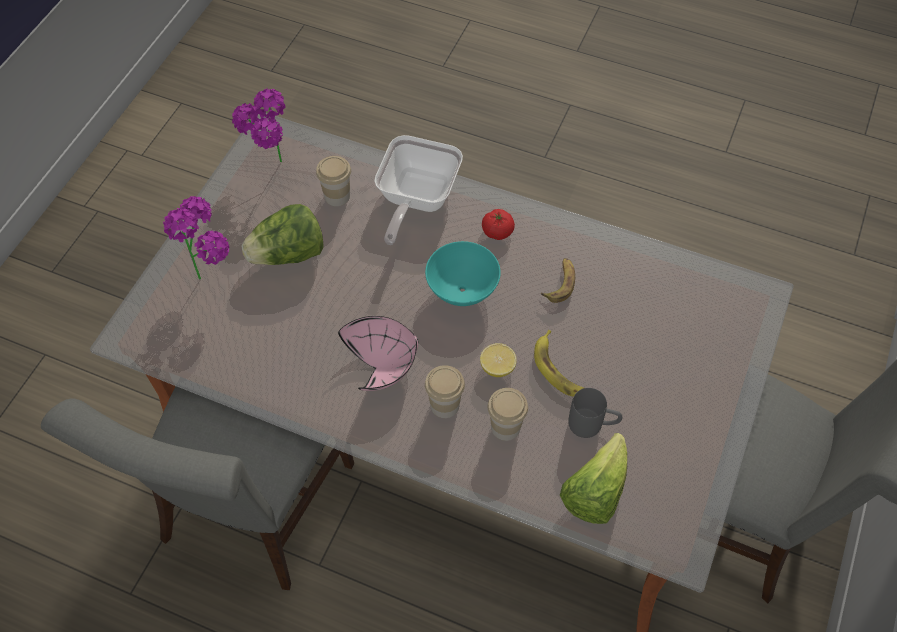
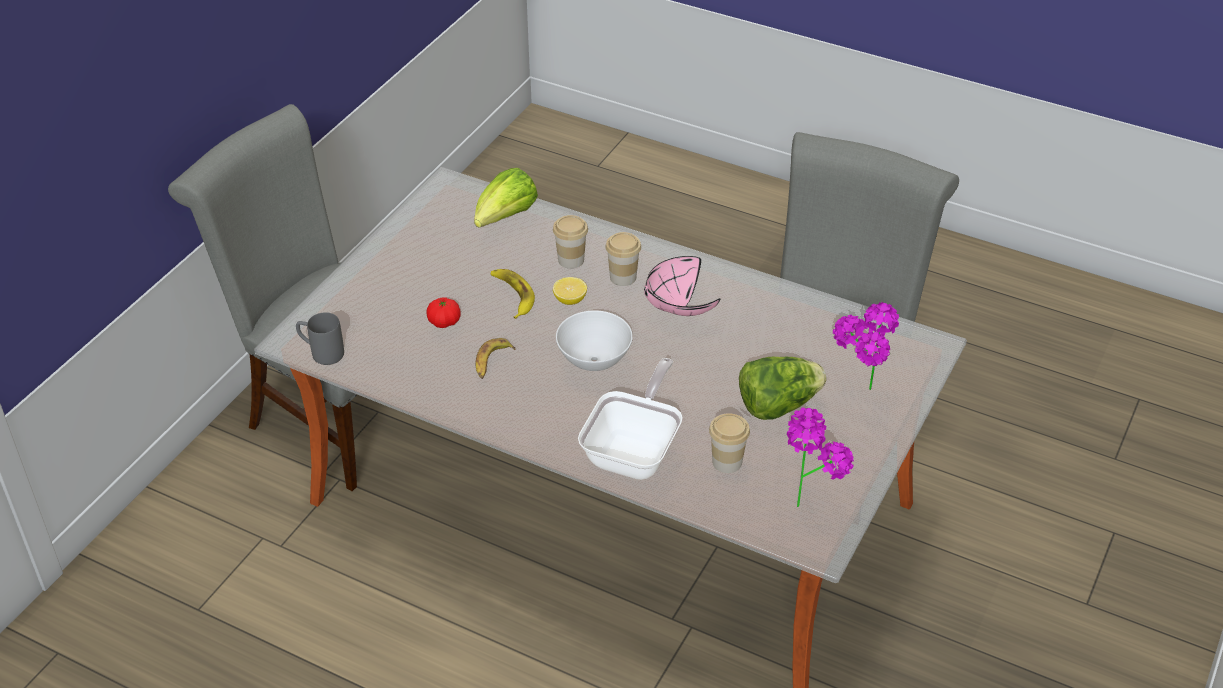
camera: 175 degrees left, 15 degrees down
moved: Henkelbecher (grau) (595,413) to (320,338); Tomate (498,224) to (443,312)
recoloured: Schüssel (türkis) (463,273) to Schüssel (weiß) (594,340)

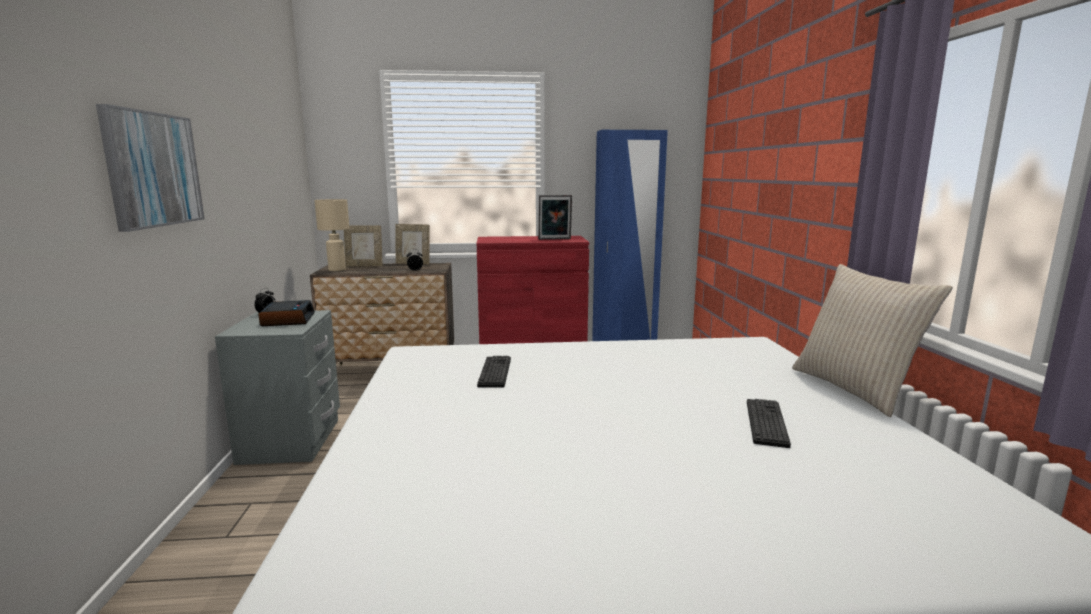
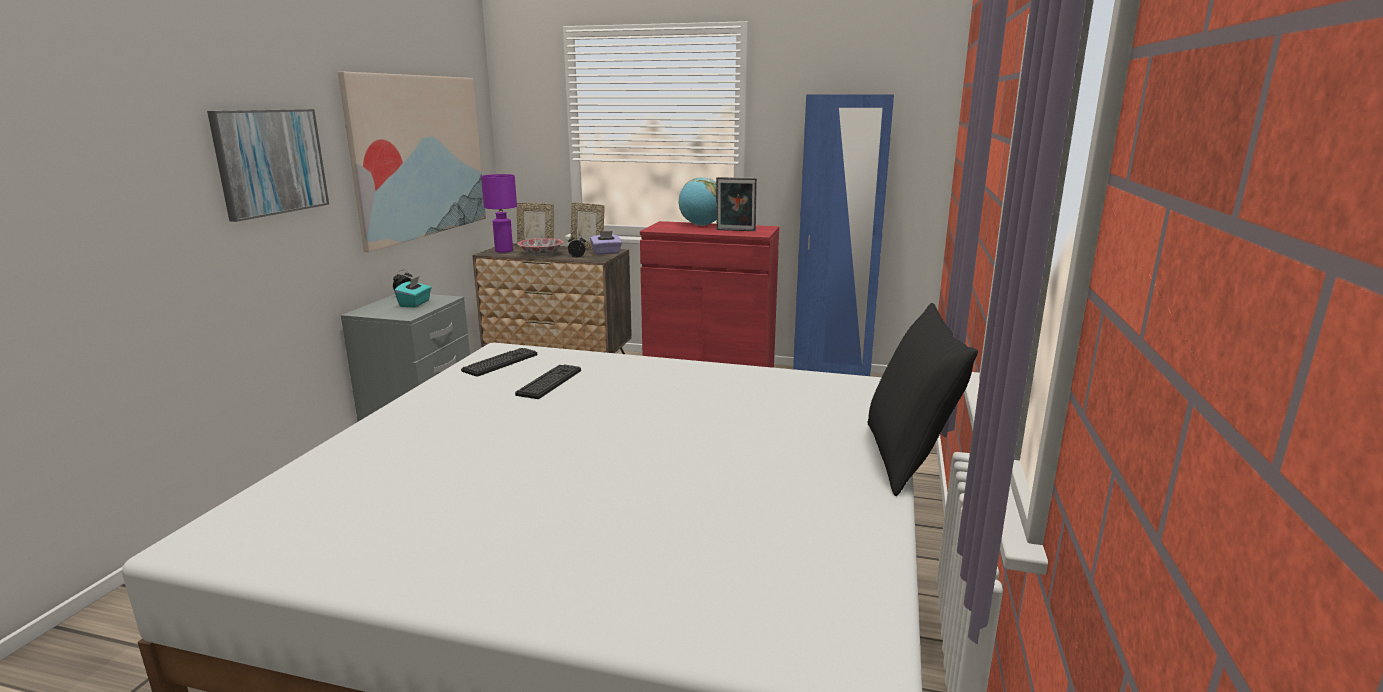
camera: 20 degrees right, 5 degrees up
added: Bild (412,162); Schüssel (540,246); Taschentuchbox (lila) (606,243); Globus (697,201)
moved: Tastatur (769,423) to (499,362)
replaced: Wecker (286,313) to Taschentuchbox (türkis) (412,291)
recoloured: Tischlampe (beige) (331,235) to Tischlampe (lila) (499,213); Kissen (beige) (872,340) to Kissen (schwarz) (922,399)

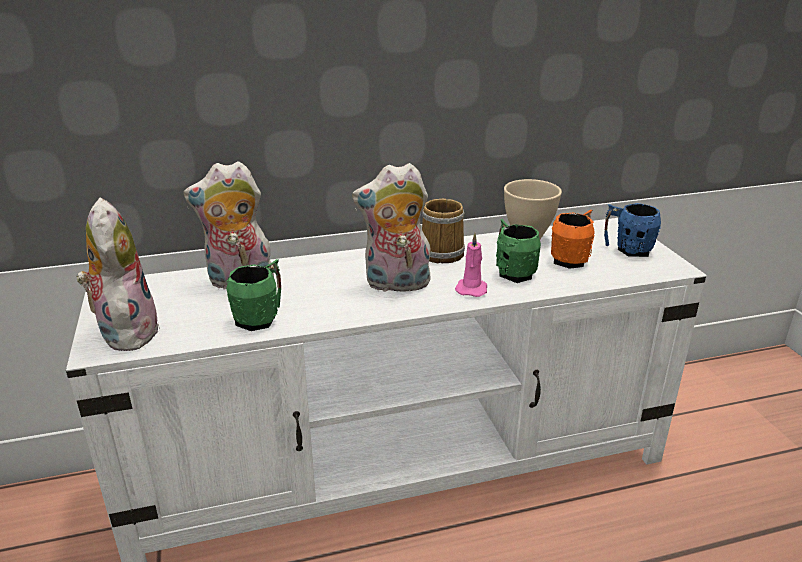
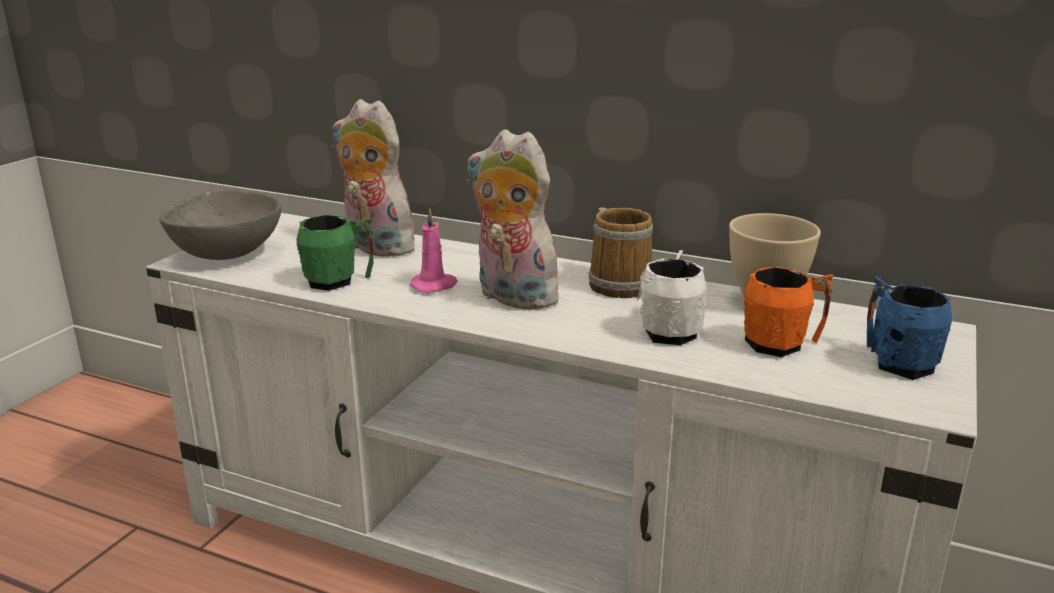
camera: 40 degrees right, 5 degrees down
moved: Kerze (rosa) (471,265) to (434,251)
replaced: Plüschtier (118,274) to Schüssel (grau) (220,225)
recoloured: Henkelbecher (grün) (518,251) to Henkelbecher (weiß) (672,297)

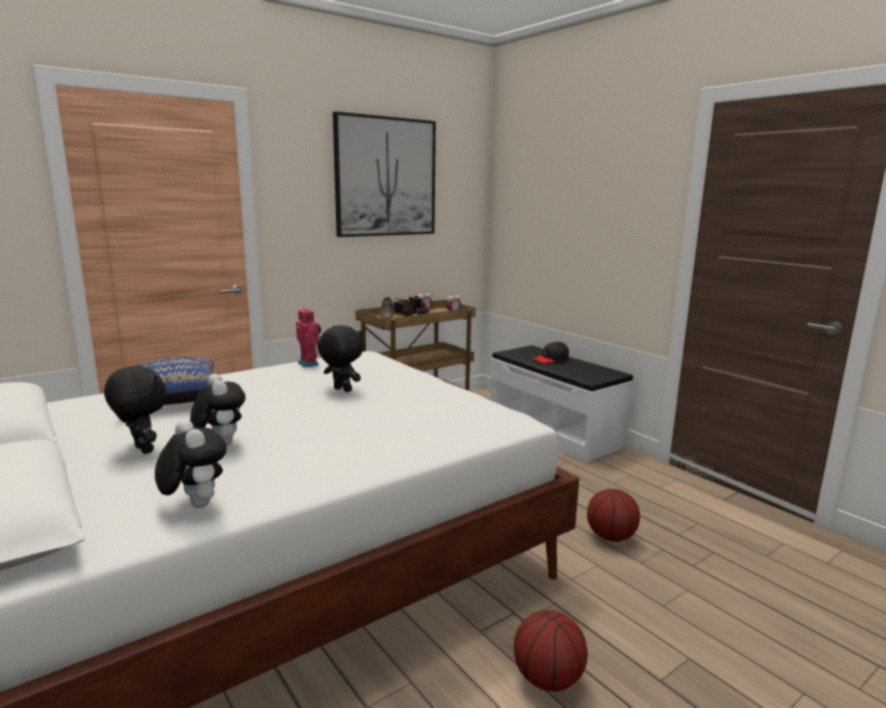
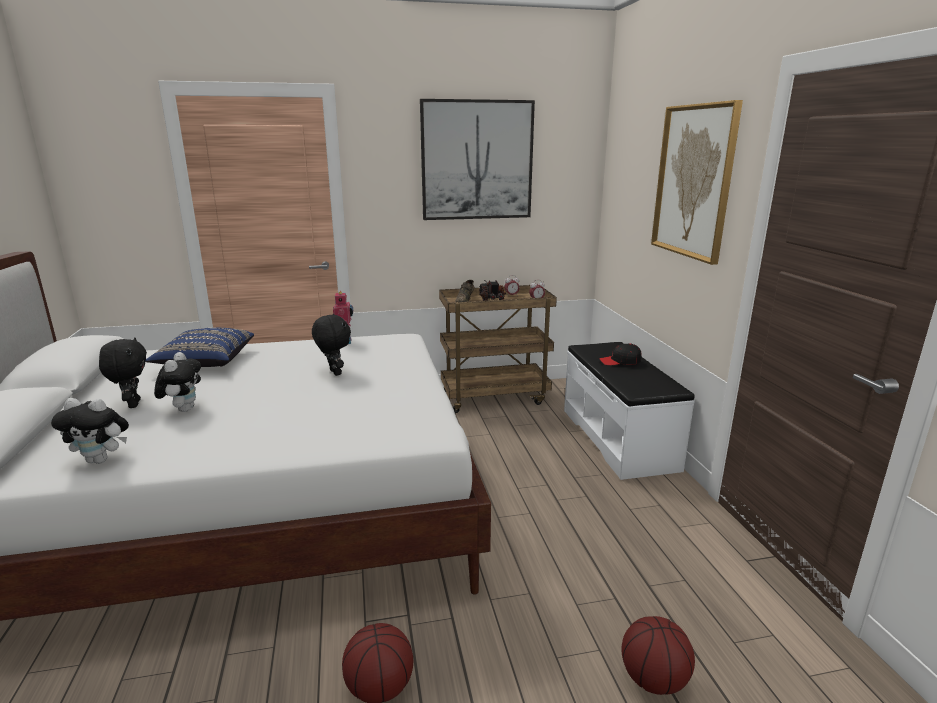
camera: 25 degrees right, 5 degrees up
added: Bild (697,182)
moved: Basketball (613,515) to (658,655)
turned: Plüschtier (191,463) = (90,431) 105 degrees clockwise

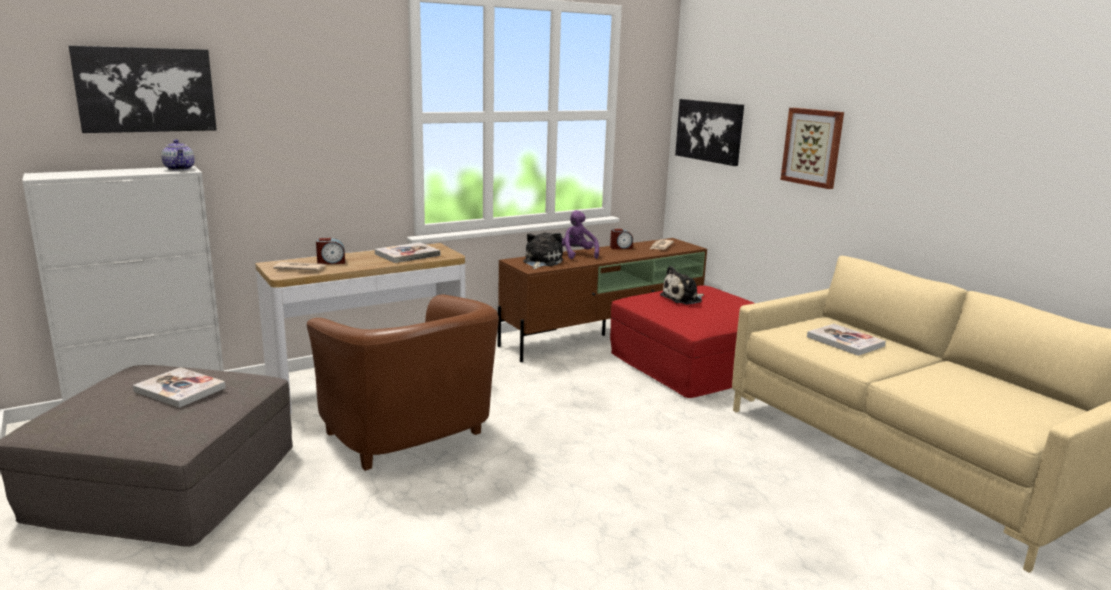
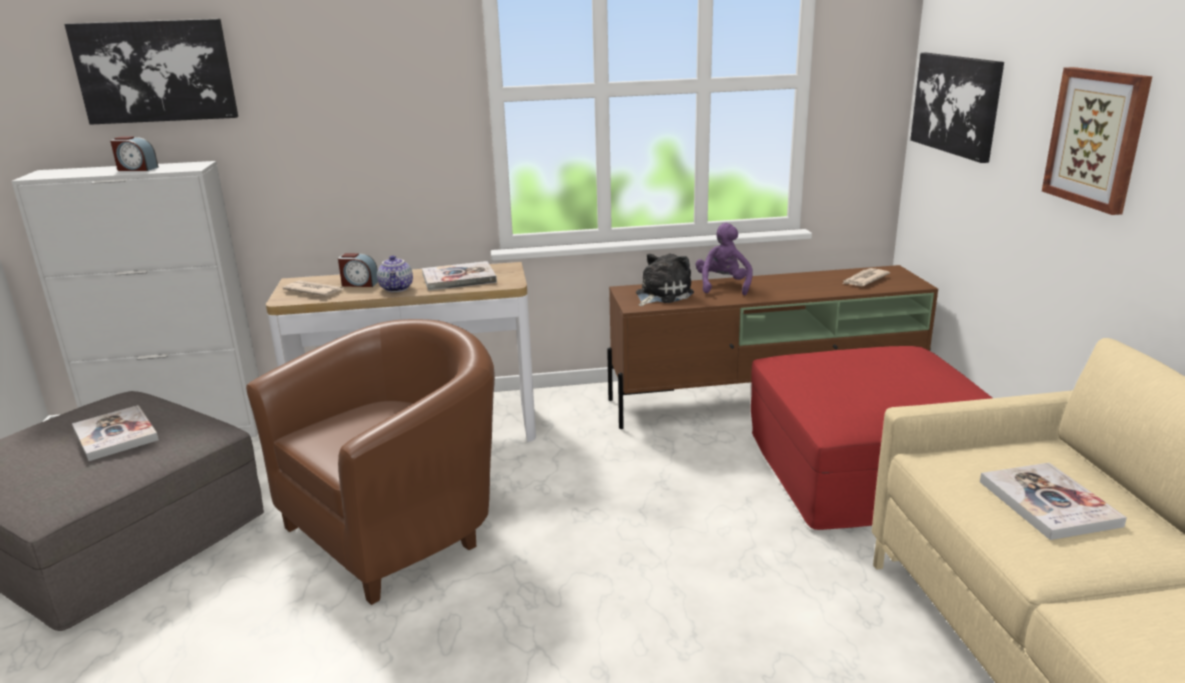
camera: 25 degrees right, 5 degrees up
removed: Plüschtier (682,285)
moved: Wecker (621,239) to (134,154); Teekanne (178,155) to (395,273)
turned: Sessel (braun) (403,383) = (370,462) 120 degrees counterclockwise

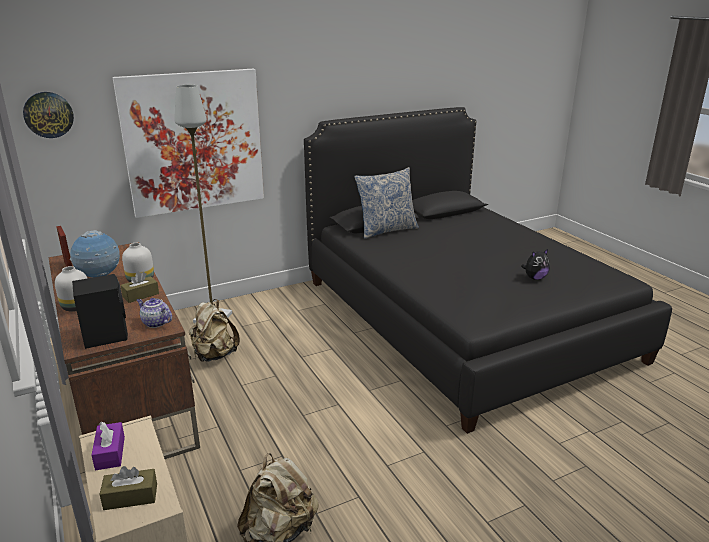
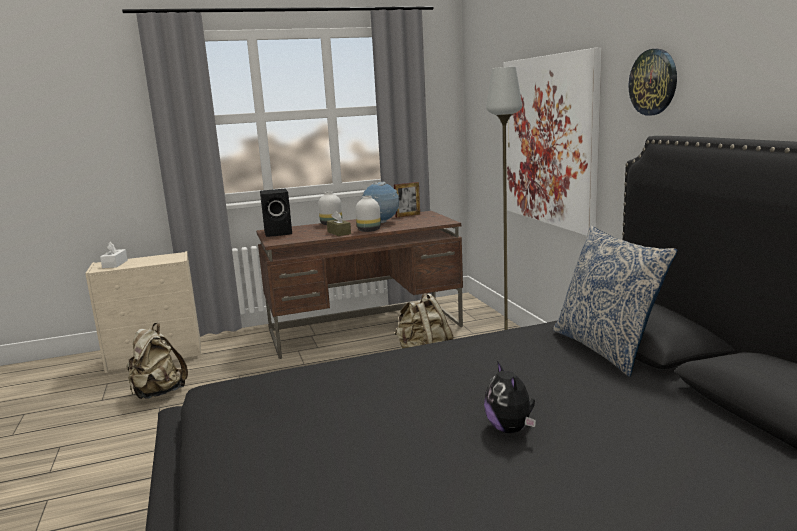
camera: 100 degrees right, 10 degrees down
removed: Taschentuchbox (lila) (108,446); Teekanne (154,313)
moved: Plüschtier (535,264) to (510,397); Wanduhr (48,115) to (653,82)
recoloured: Taschentuchbox (braun) (128,488) to Taschentuchbox (weiß) (114,255)

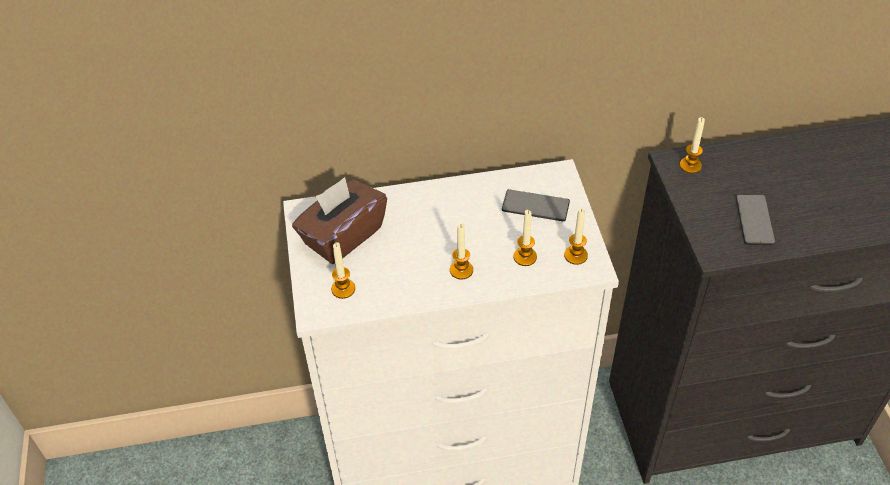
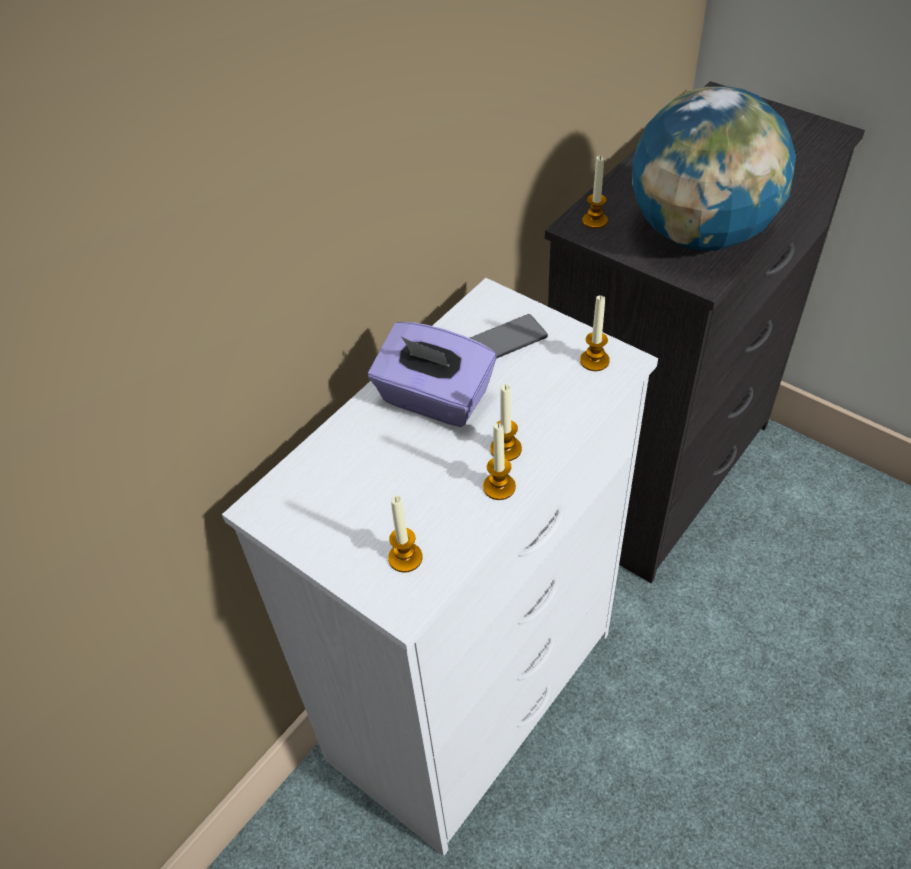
camera: 40 degrees left, 0 degrees up
removed: Taschentuchbox (braun) (339,220)
added: Taschentuchbox (lila) (432,374)
moved: Kerze (525,238) to (499,461)
replaced: Handy (756,219) to Globus (714,168)

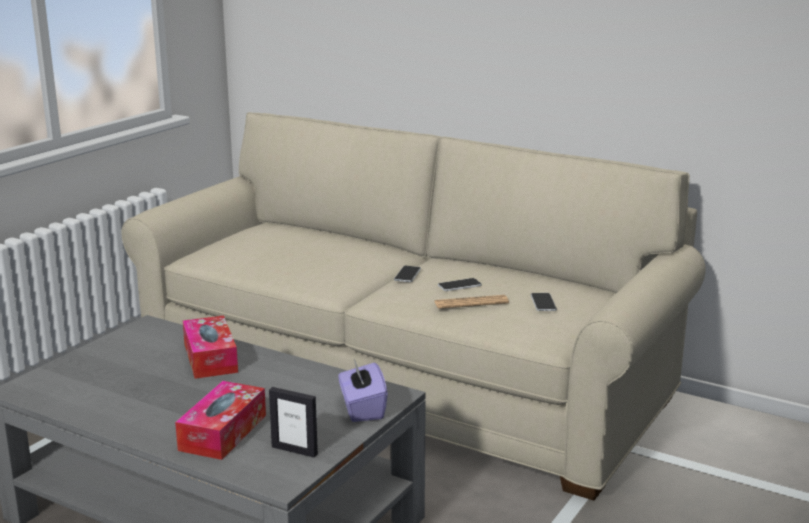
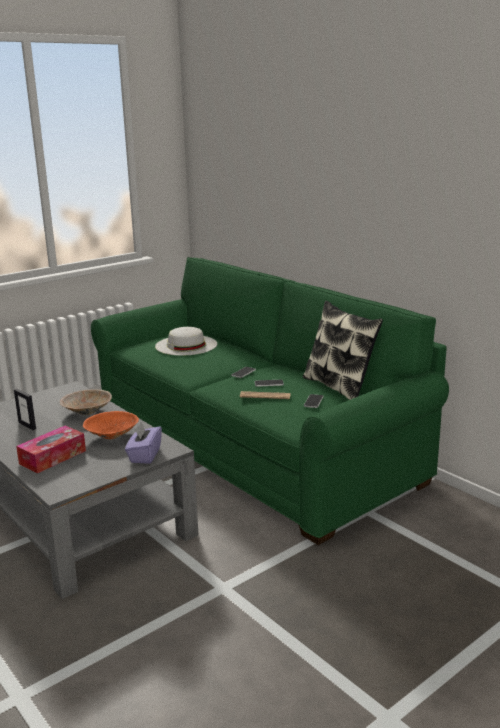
camera: 20 degrees right, 0 degrees up
added: Schüssel (orange) (111,425); Hut (weiß) (186,341); Kissen (343,350)
moved: Bilderrahmen (293,422) to (25,409)
replaced: Taschentuchbox (210,347) to Schüssel (beige) (86,402)
recoloured: Sofa (beige) (413,306) to Sofa (grün) (270,401)

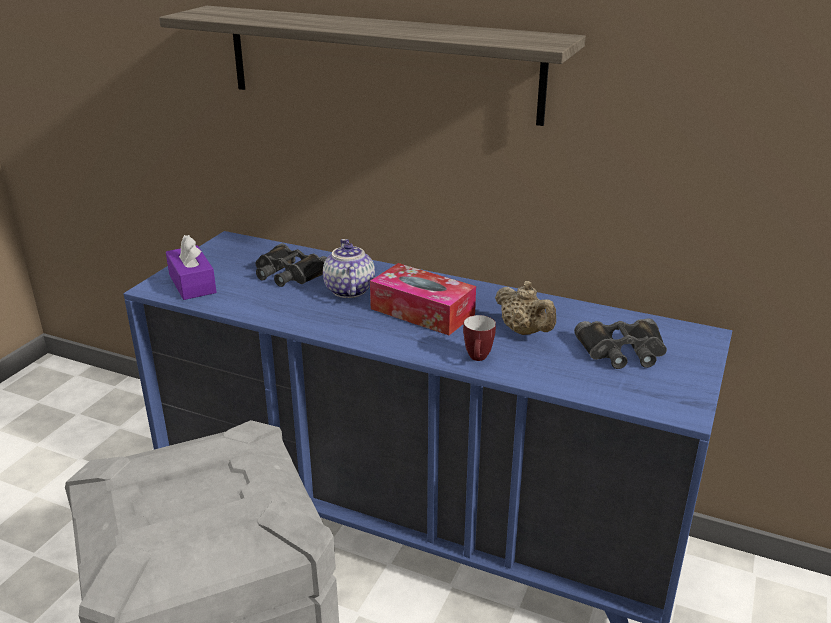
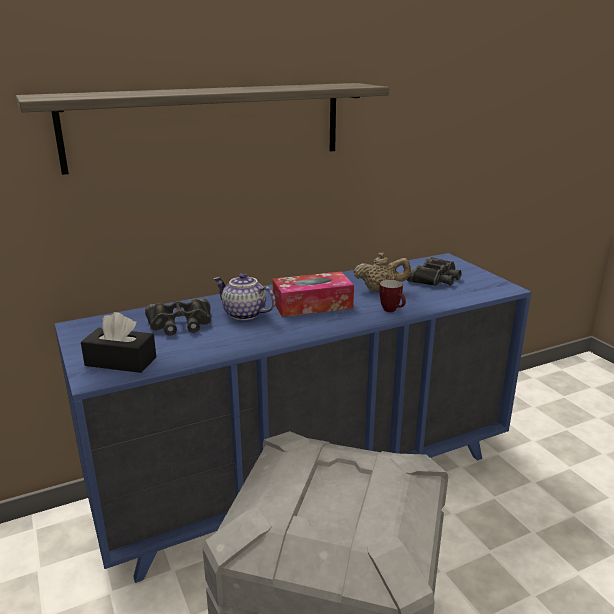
camera: 50 degrees left, 5 degrees down
recoloured: Taschentuchbox (lila) (191,267) to Taschentuchbox (schwarz) (118,342)

